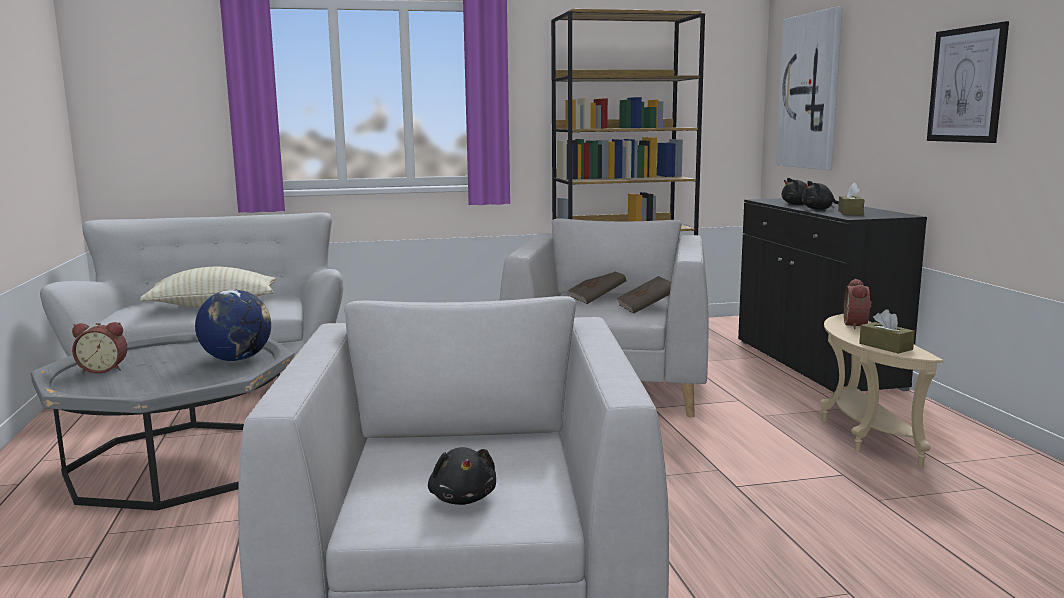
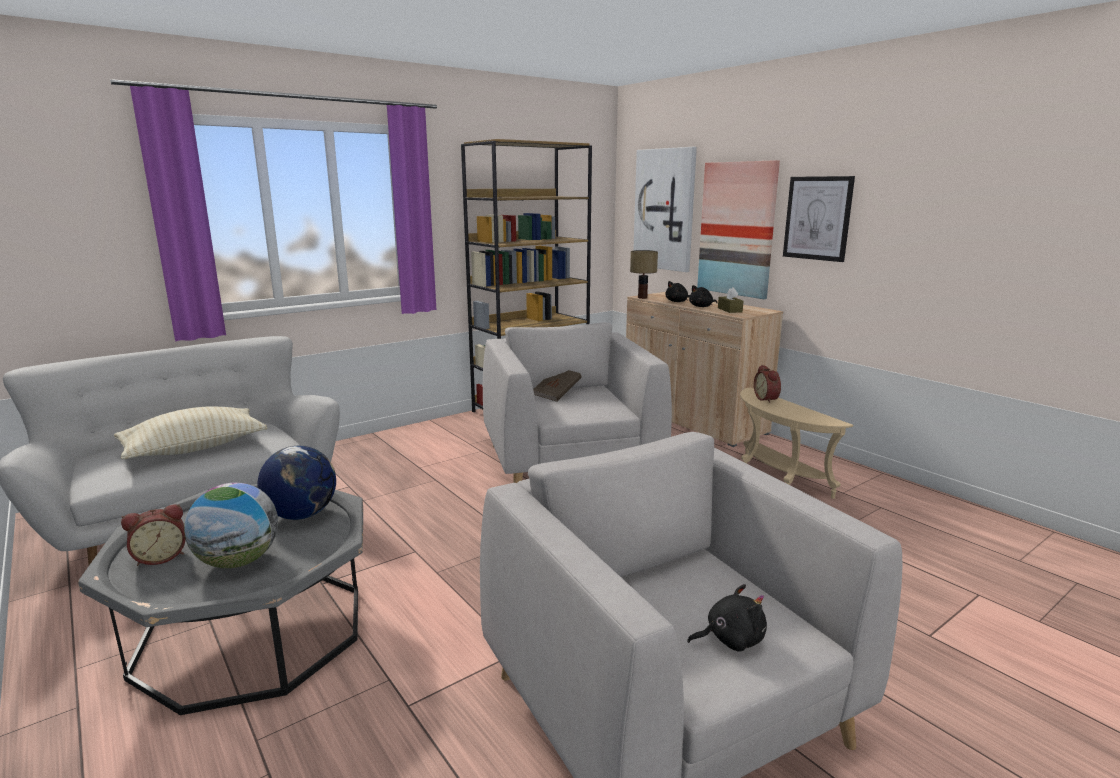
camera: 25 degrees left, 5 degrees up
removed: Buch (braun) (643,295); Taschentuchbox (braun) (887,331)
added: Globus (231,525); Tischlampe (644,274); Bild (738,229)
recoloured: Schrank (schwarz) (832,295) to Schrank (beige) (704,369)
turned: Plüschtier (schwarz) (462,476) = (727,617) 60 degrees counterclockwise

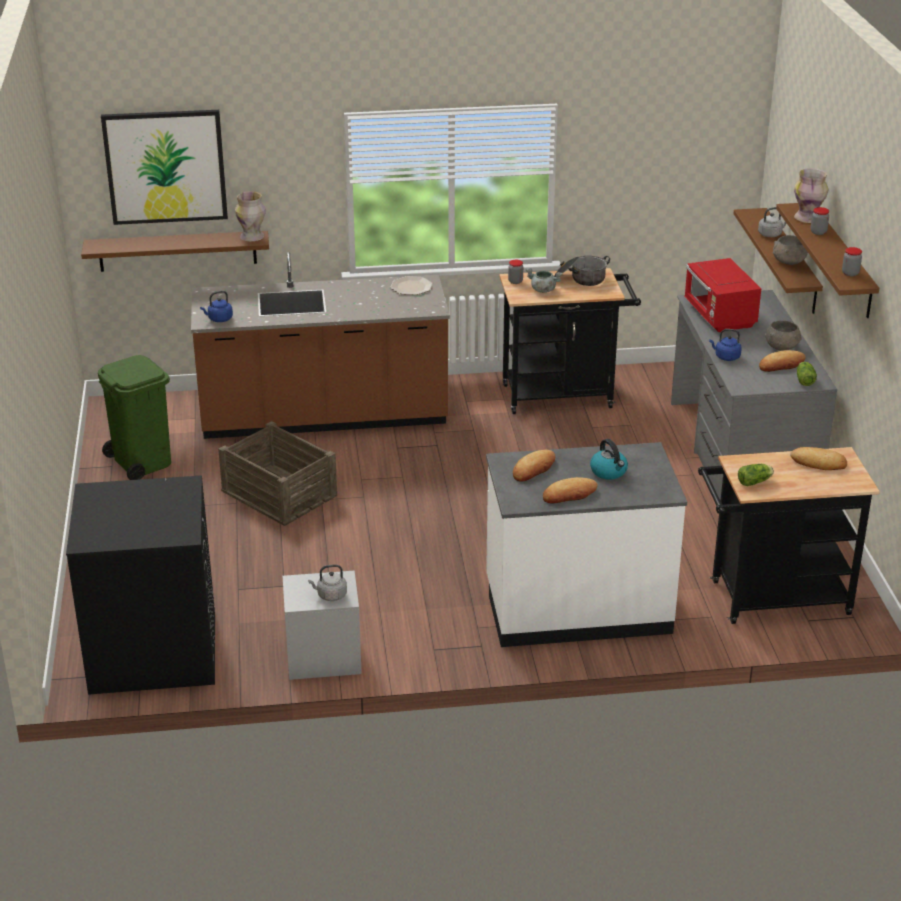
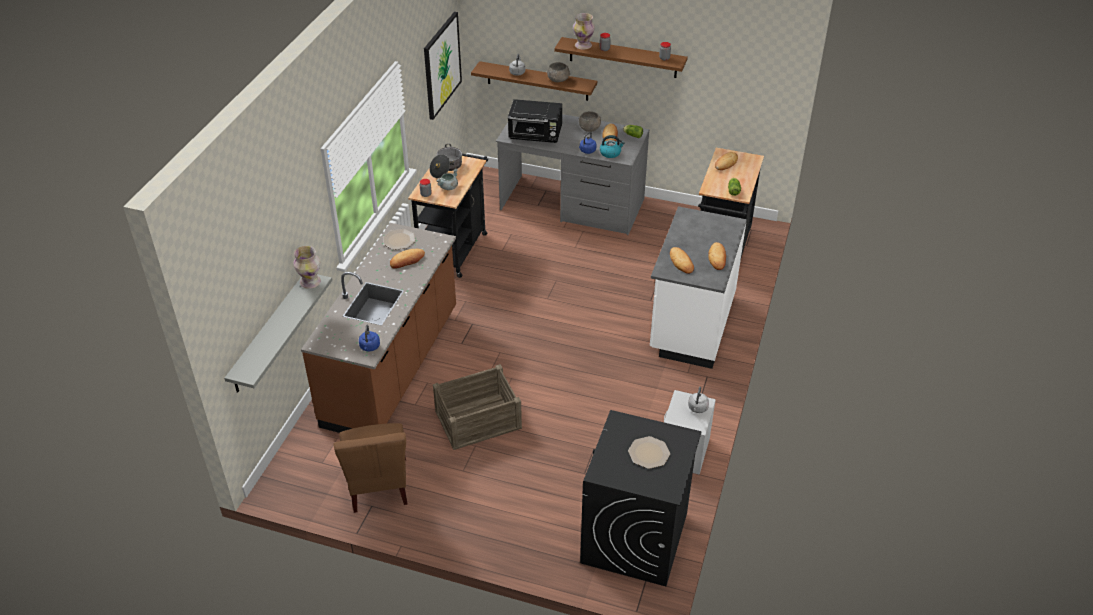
camera: 65 degrees left, 10 degrees up
added: Brot (407,259); Teller (649,452)
moved: Bild (164,167) to (443,66); Wasserkessel (609,459) to (612,146)
replaced: Mülleimer (grün) (134,417) to Stuhl (braun) (370,468)
recoloured: Wandregal (braun) (175,251) to Wandregal (grau) (278,333); Mikrowelle (rot) (723,295) to Mikrowelle (schwarz) (535,121)

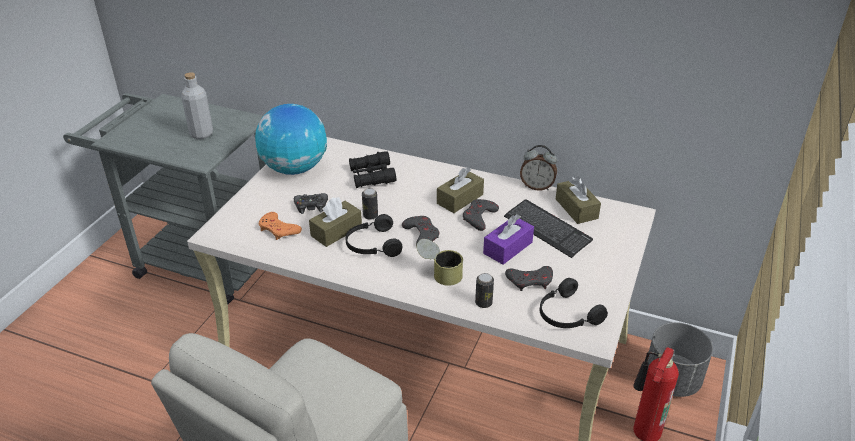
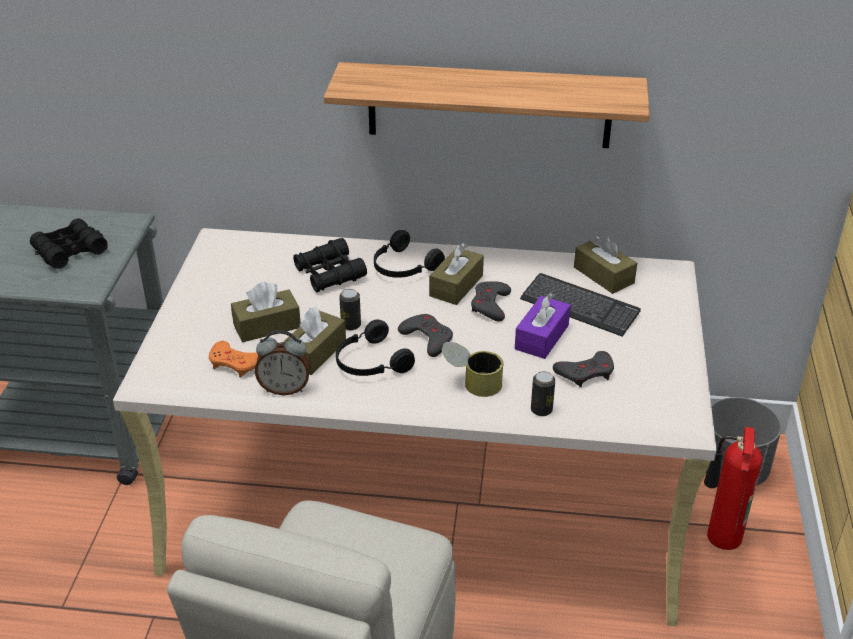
camera: 15 degrees left, 0 degrees up
removed: Globus (291,139)
added: Wandregal (487,105)
moved: Wecker (538,167) to (283,362); Kopfhörer (schwarz) (574,303) to (409,254)
replaced: Flasche (grau) (197,105) to Fernglas (schwarz) (69,244); Gamepad (schwarz) (311,203) to Taschentuchbox (braun) (266,312)

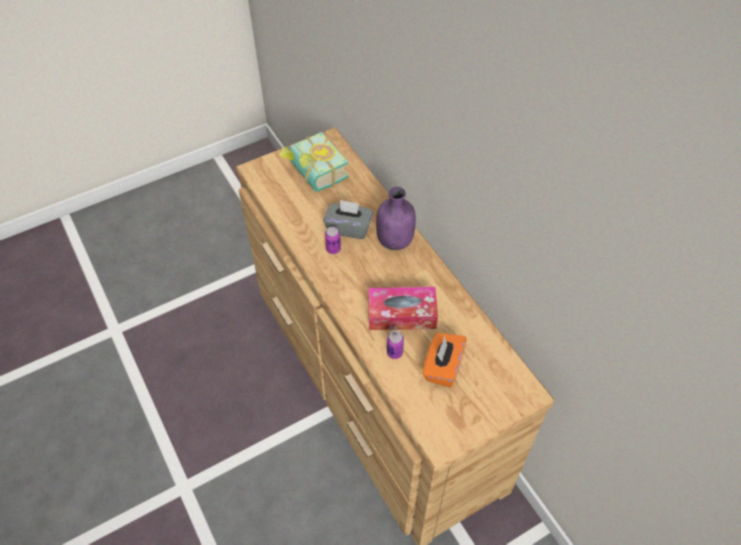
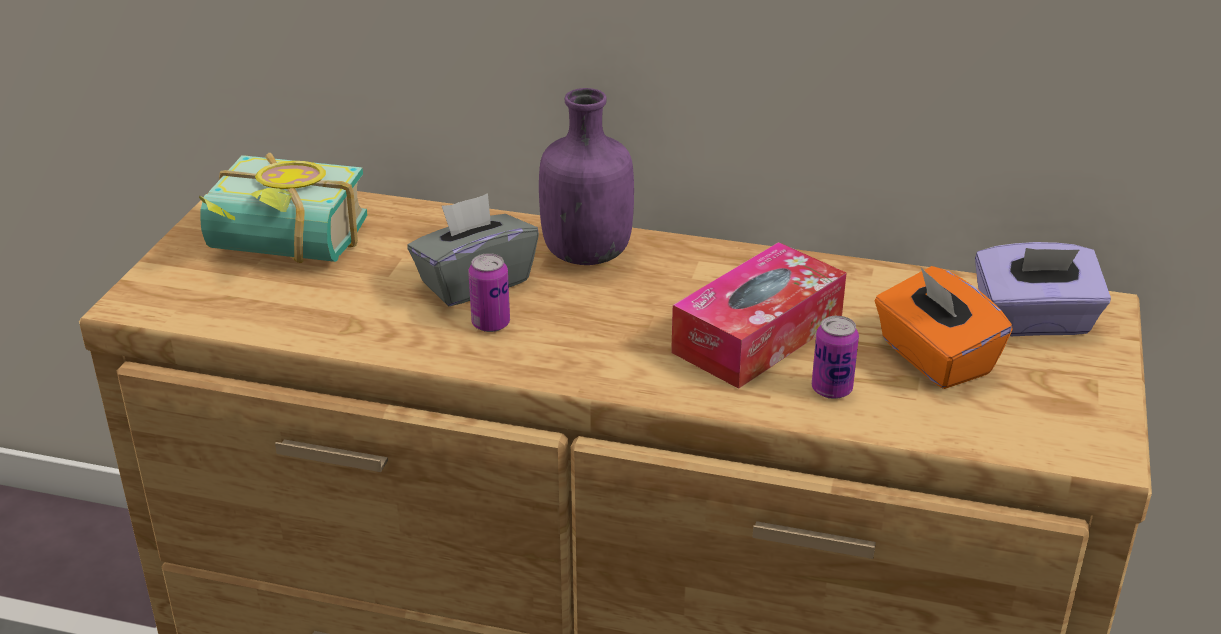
camera: 45 degrees left, 20 degrees down
added: Taschentuchbox (lila) (1043,289)

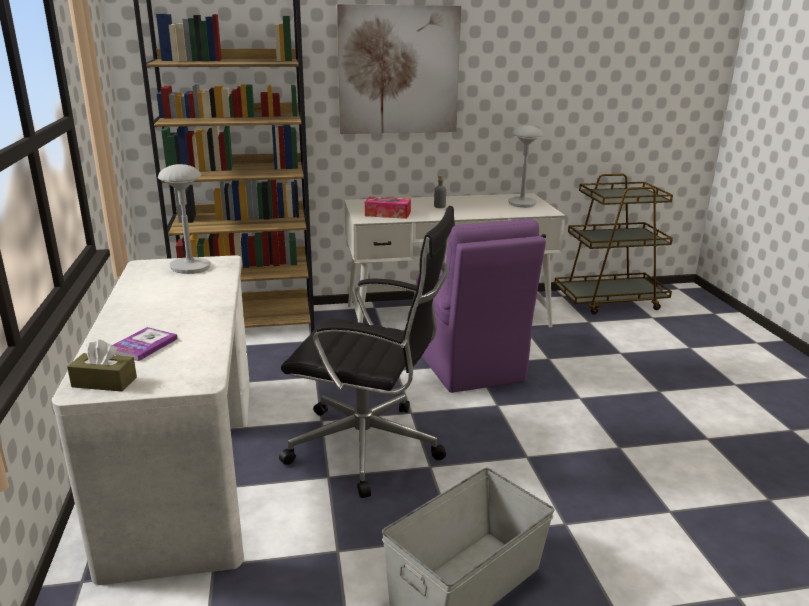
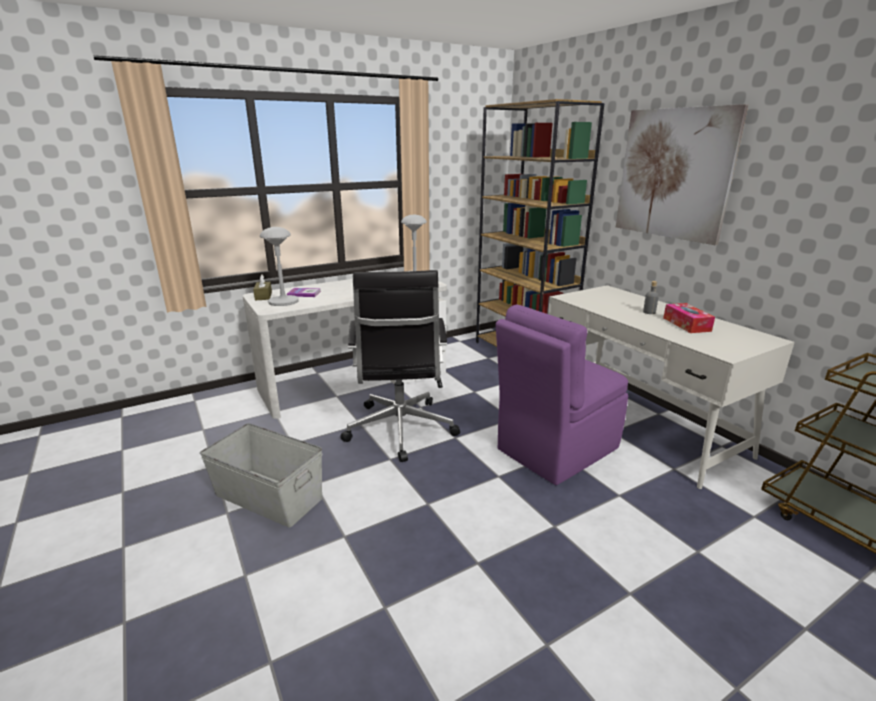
camera: 70 degrees right, 0 degrees up
moved: Tischlampe (grau) (525,166) to (279,266); Taschentuchbox (388,207) to (689,318)

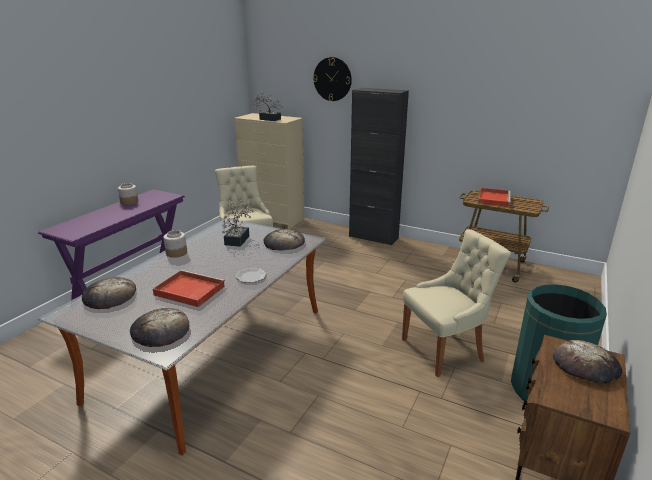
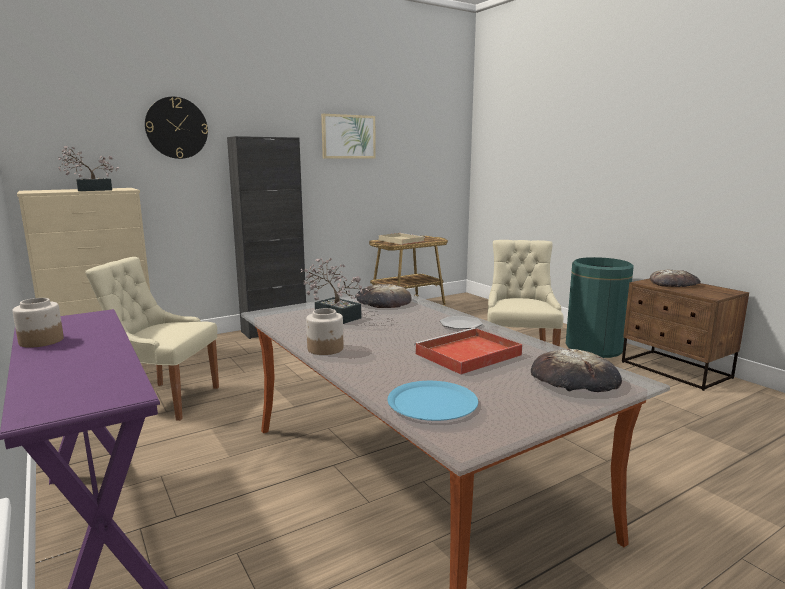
camera: 60 degrees left, 10 degrees down
added: Bild (348,136)
replaced: Brot (109,293) to Teller (blau) (432,401)
recoloured: Tablett (rot) (494,197) to Tablett (beige) (402,239)

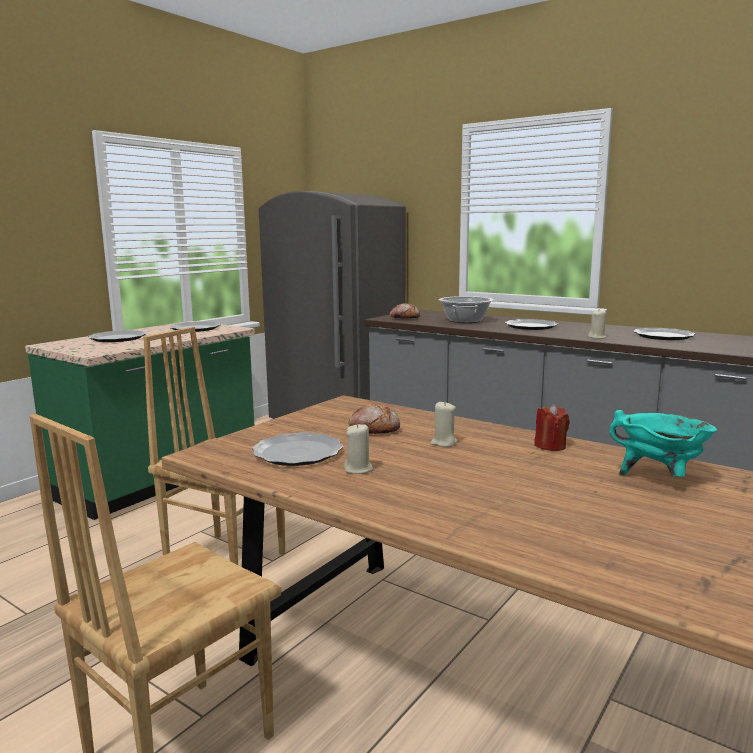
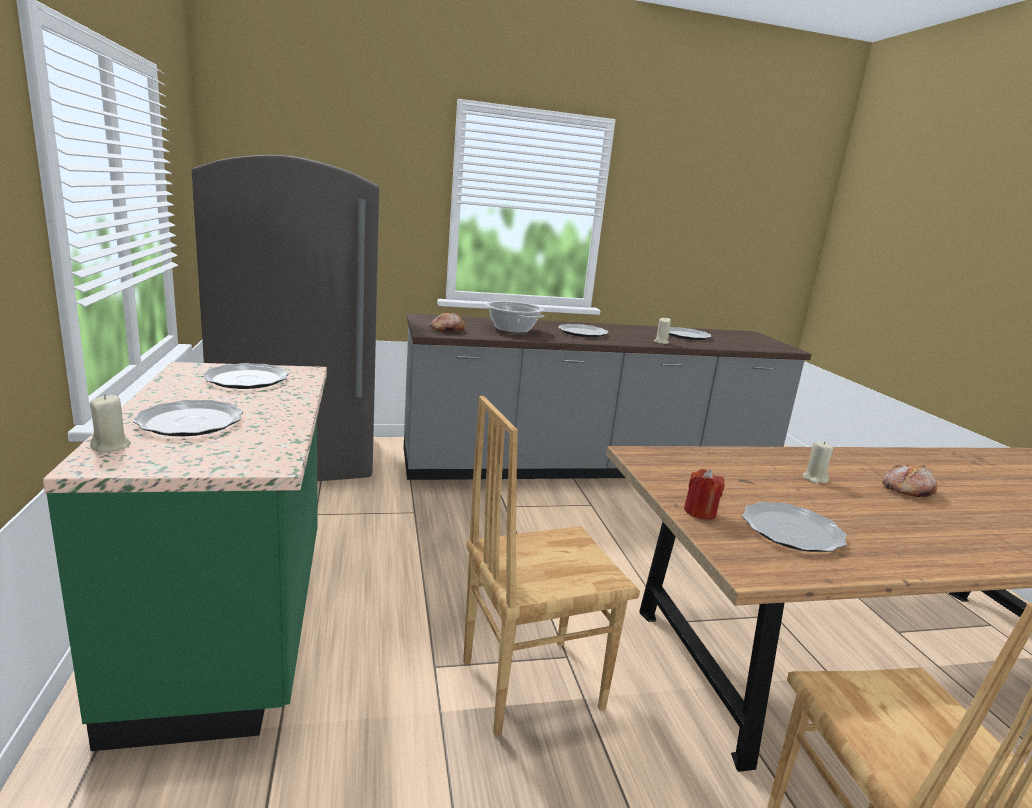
camera: 50 degrees left, 5 degrees up
removed: Kochtopf (türkis) (663,443)
moved: Kerze (beige) (358,448) to (110,423); Kerze (rot) (552,427) to (704,494); Brot (374,419) to (910,480)

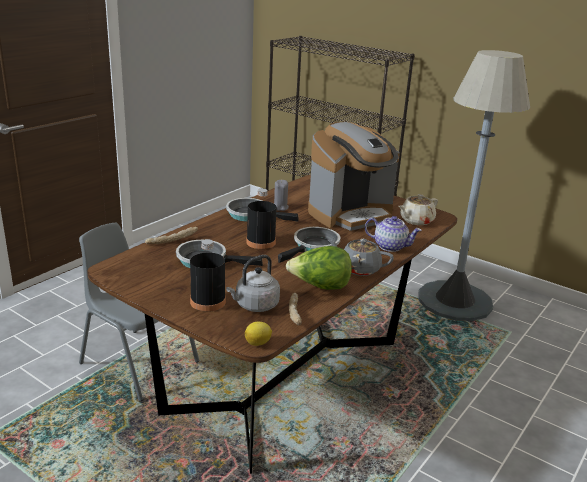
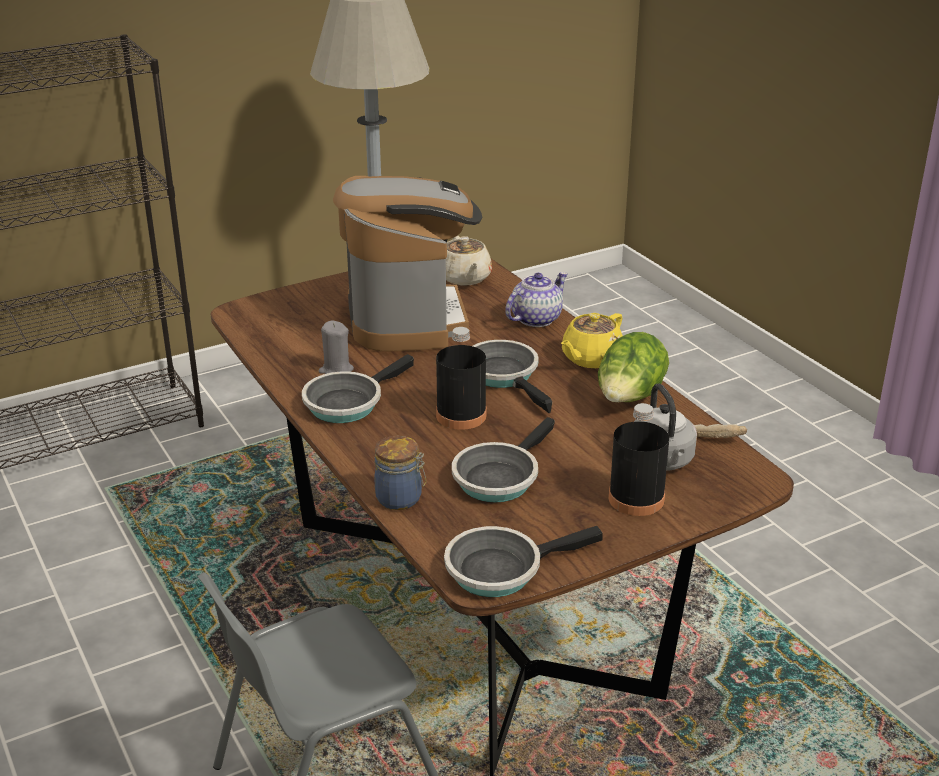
camera: 65 degrees left, 5 degrees up
removed: Zitrone (258,334)
added: Pfanne (523,561)
replaced: Brot (171,235) to Vorratsglas (400,473)
recoloured: Teekanne (grau) (361,257) to Teekanne (gelb) (592,340)

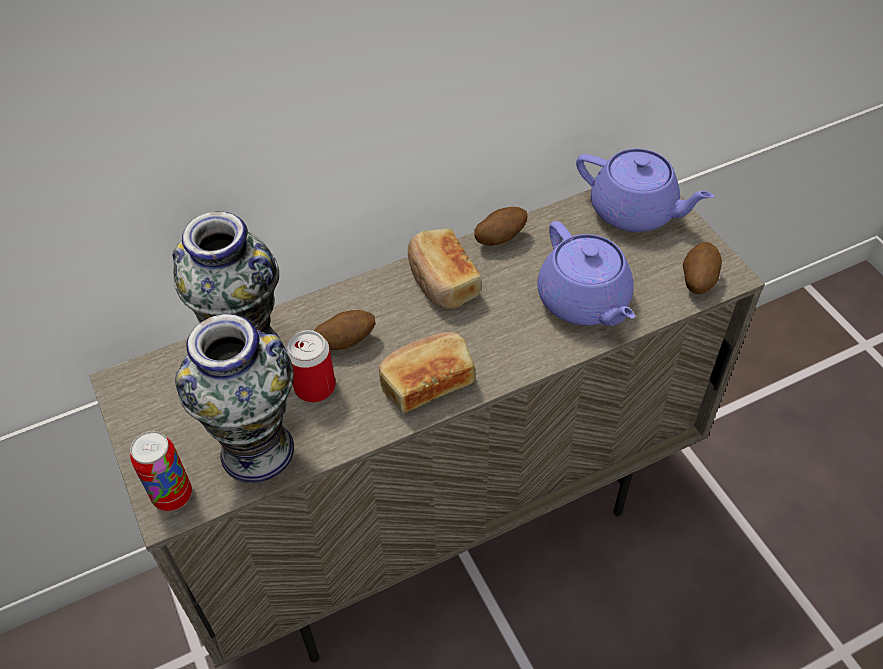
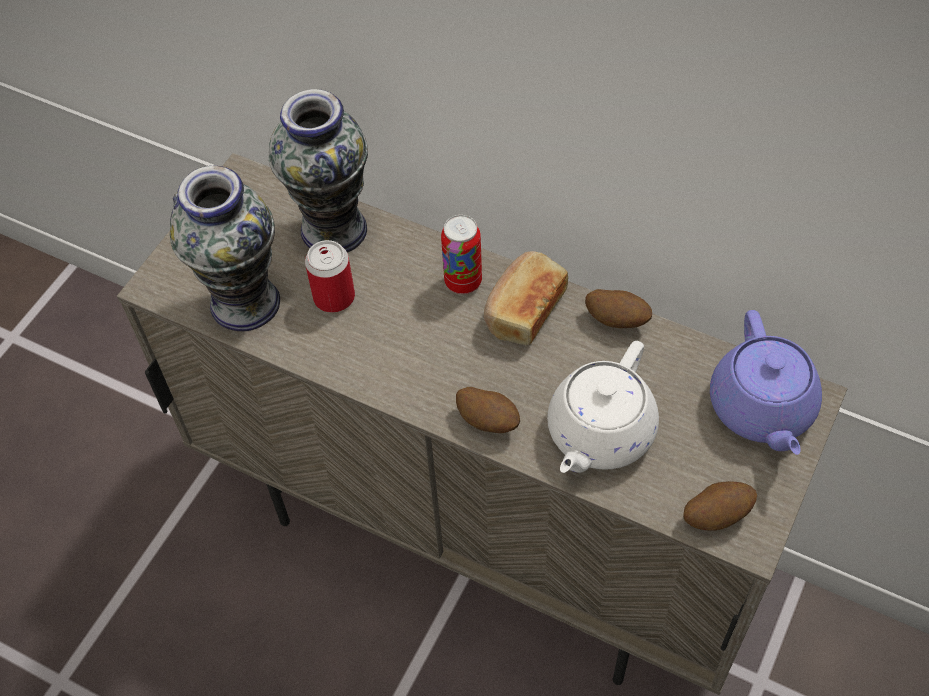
camera: 55 degrees right, 5 degrees up
removed: Brot (427,372)
moved: Dose (161,471) to (461,254); Kartoffel (344,330) to (488,410)
recoloured: Teekanne (lila) (586,273) to Teekanne (weiß) (603,407)

